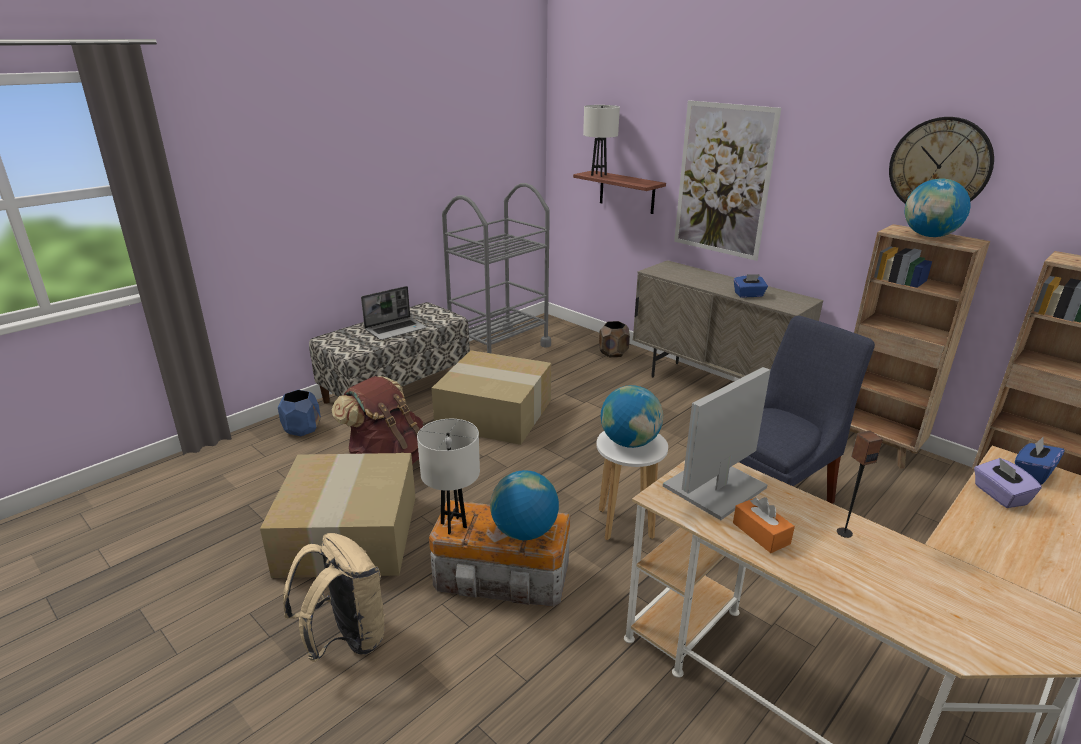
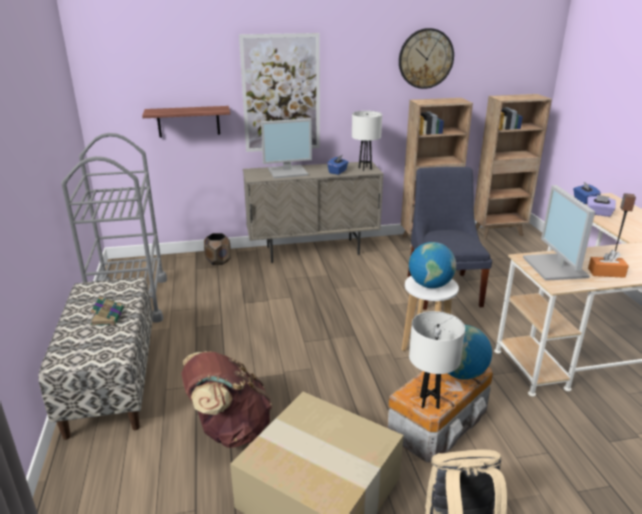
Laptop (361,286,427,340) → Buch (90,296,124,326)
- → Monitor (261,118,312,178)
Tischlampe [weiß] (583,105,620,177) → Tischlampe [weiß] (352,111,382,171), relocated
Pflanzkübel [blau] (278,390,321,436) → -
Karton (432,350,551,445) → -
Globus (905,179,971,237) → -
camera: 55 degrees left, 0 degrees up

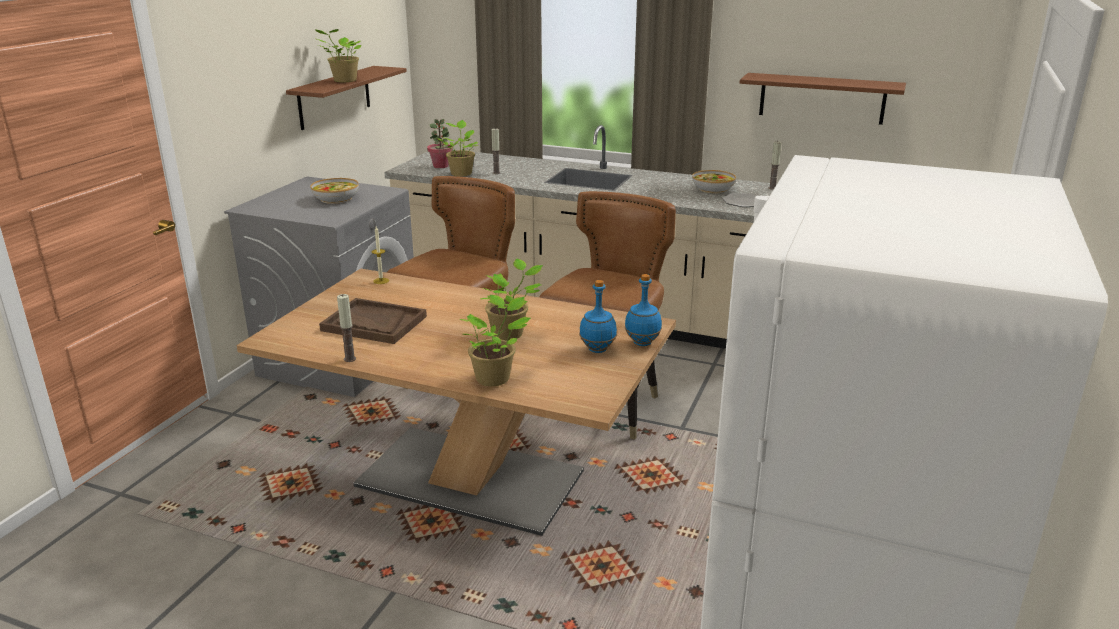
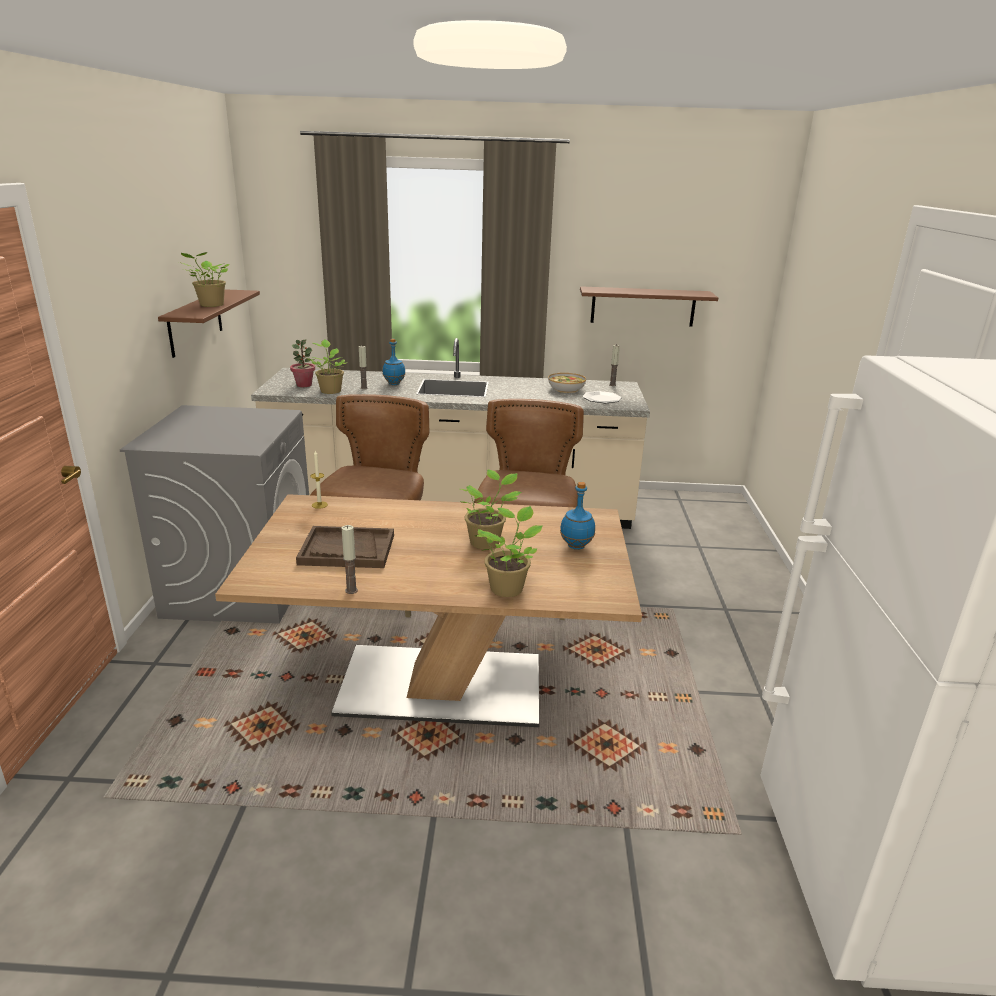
Flasche [blau] (625,274,662,346) → Flasche [blau] (382,339,406,385), relocated
Schüssel (310,178,359,204) → -
camera: 20 degrees left, 0 degrees up

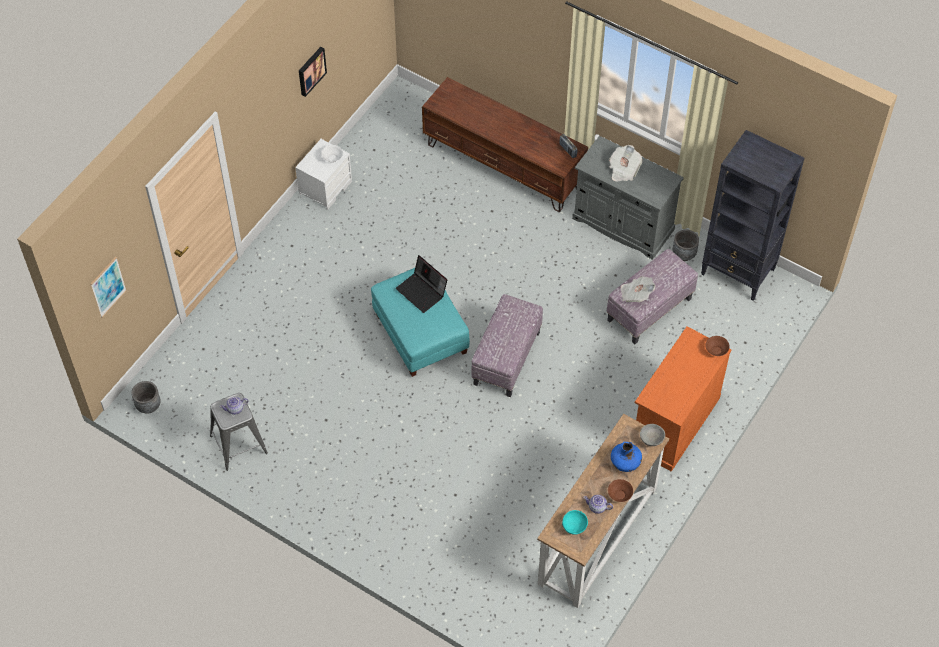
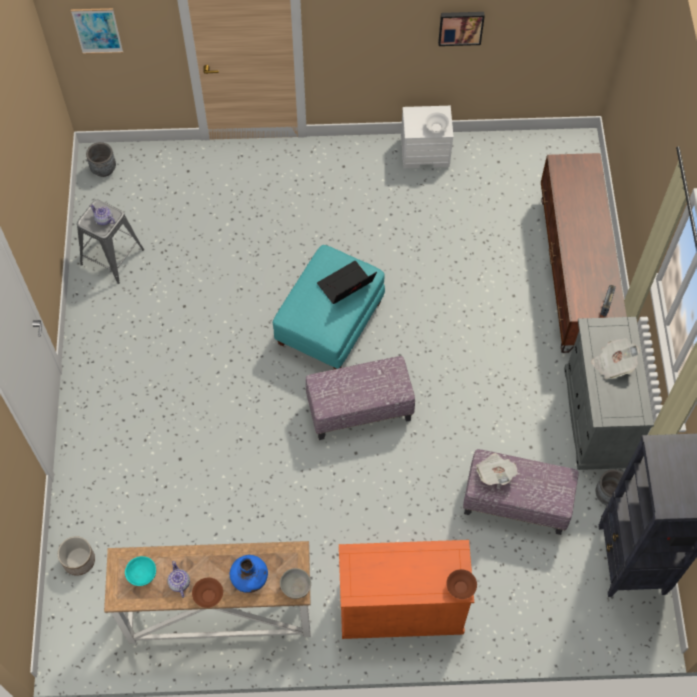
- → Pflanzkübel (58,536,95,576)
Laptop (396,255,447,313) → Laptop (317,261,377,304), 45 degrees clockwise
camera: 55 degrees right, 5 degrees up

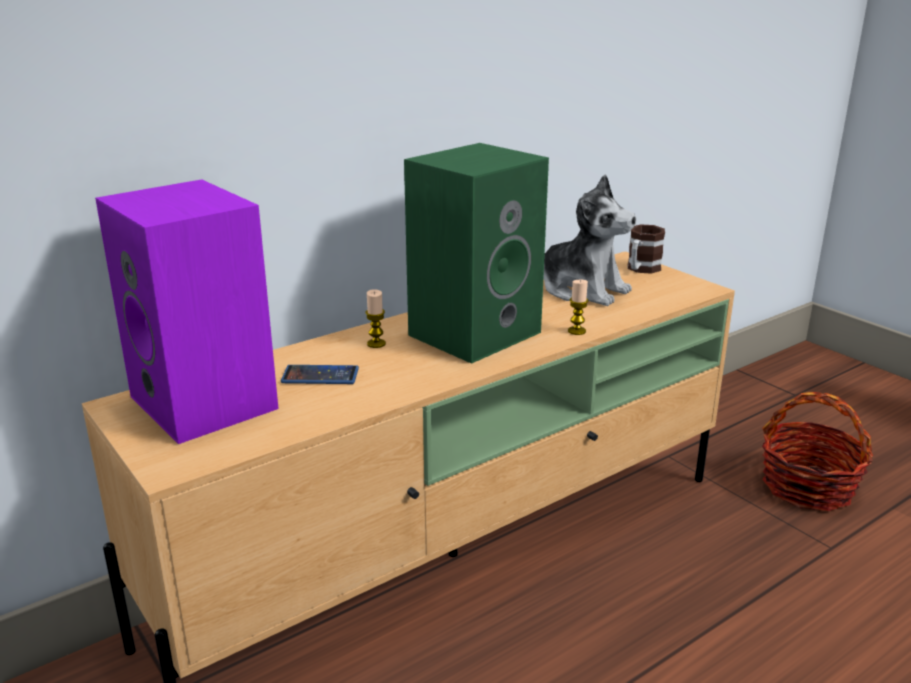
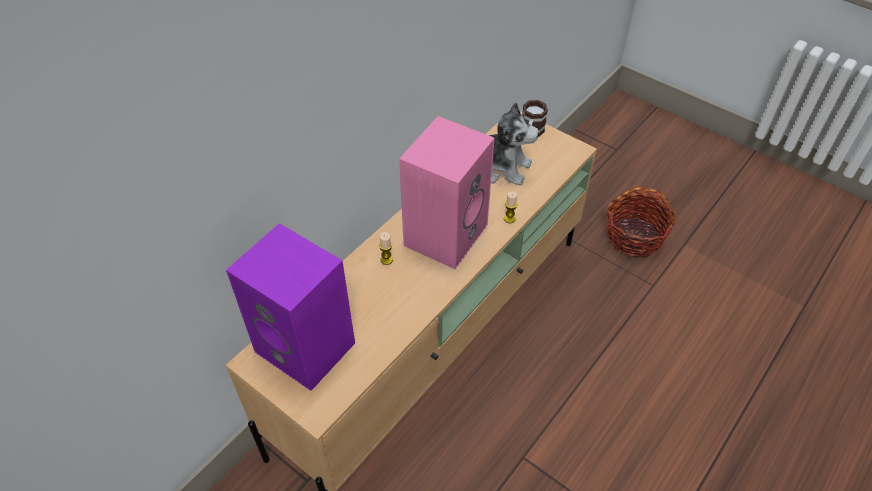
Lautsprecher [grün] (404,143,549,364) → Lautsprecher [rosa] (399,116,495,269)
Handy (281,365,359,384) → -
camera: 15 degrees left, 25 degrees up

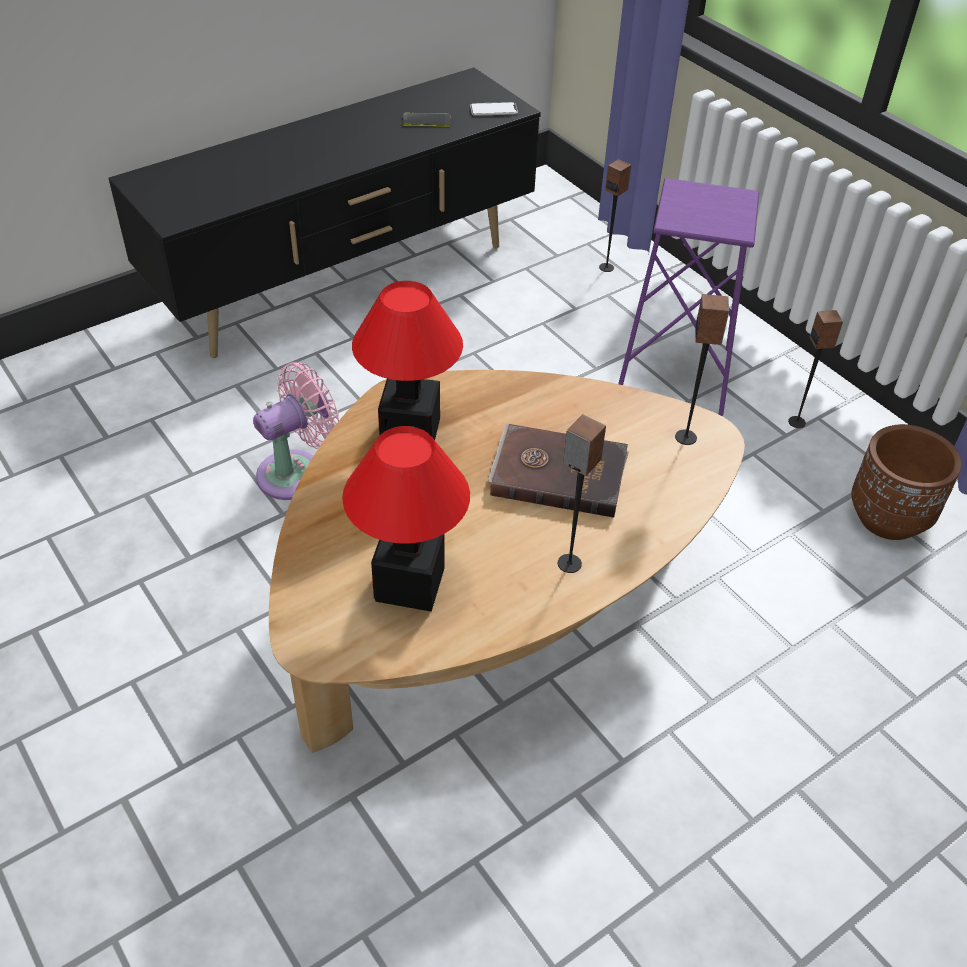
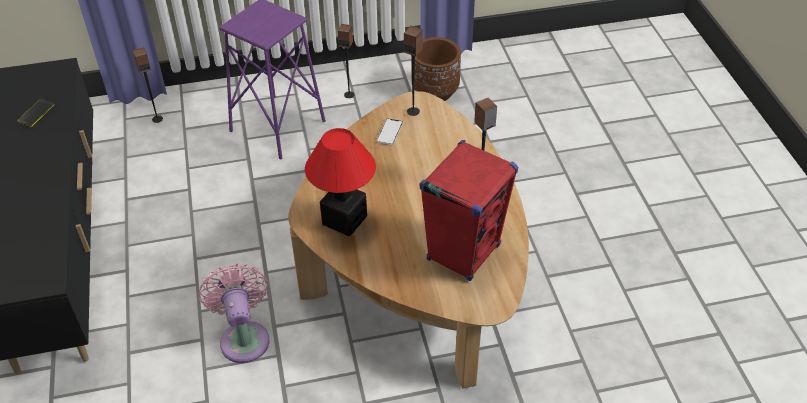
Handy (470,102,518,116) → Handy (376,118,403,145), relocated
Tischlampe (342,426,470,612) → Lautsprecher [rot] (420,140,518,281)
Buch [braun] (488,423,629,518) → -
camera: 65 degrees left, 0 degrees up

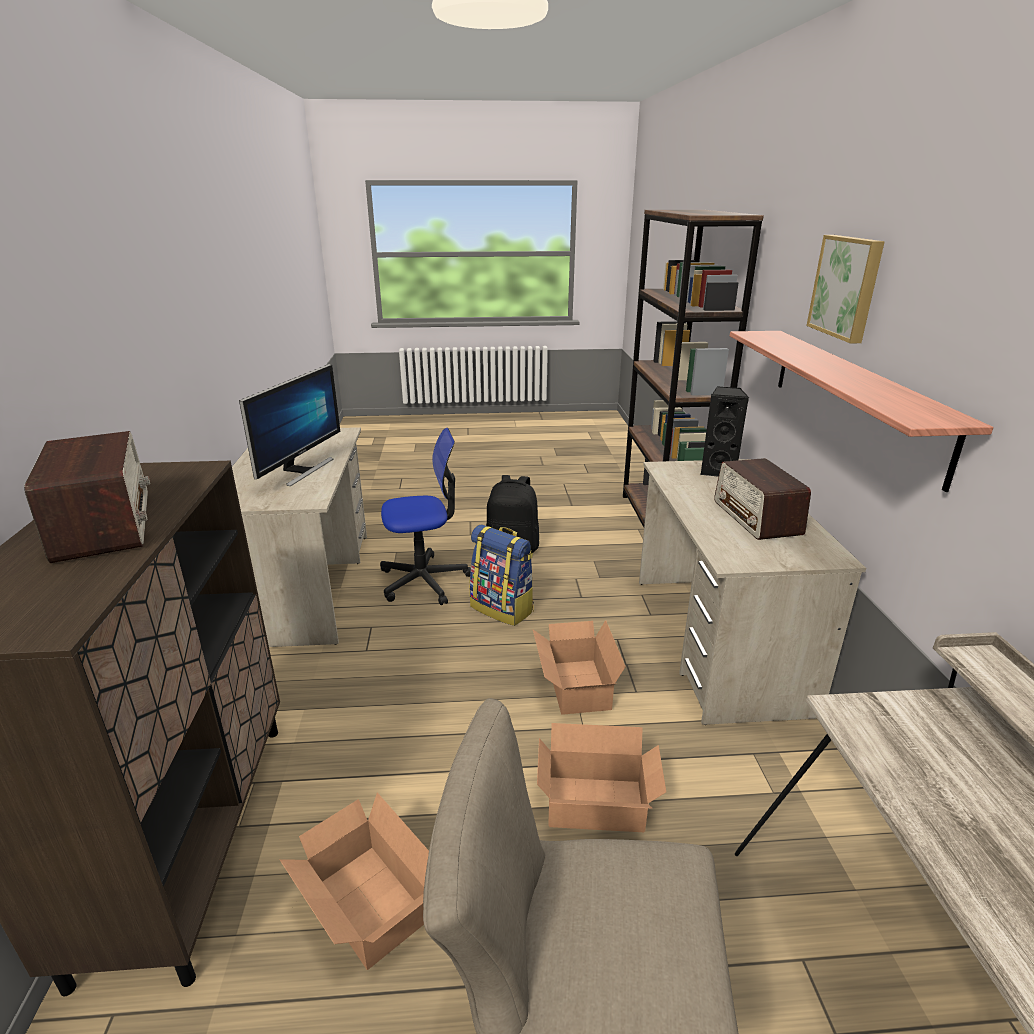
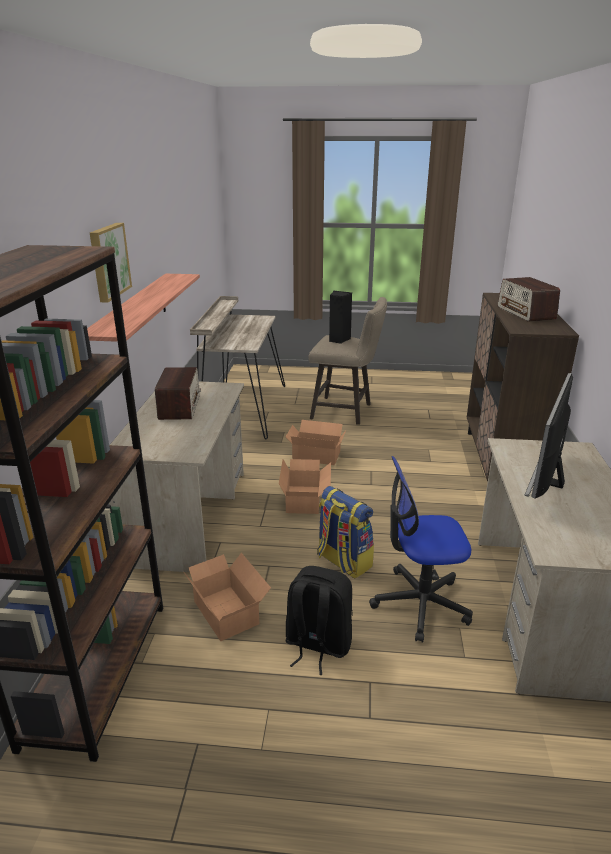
Karton (280,792,429,970) → Karton (183,553,271,641), relocated
Lautsprecher [schwarz] (700,386,749,477) → Lautsprecher [schwarz] (329,291,352,344), relocated
camera: 170 degrees left, 0 degrees up

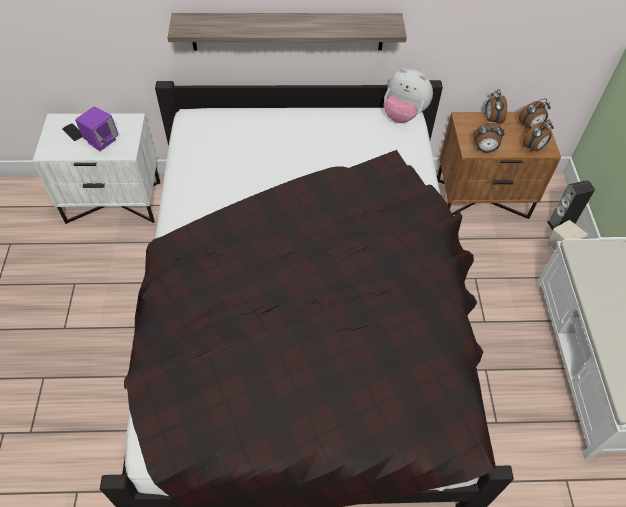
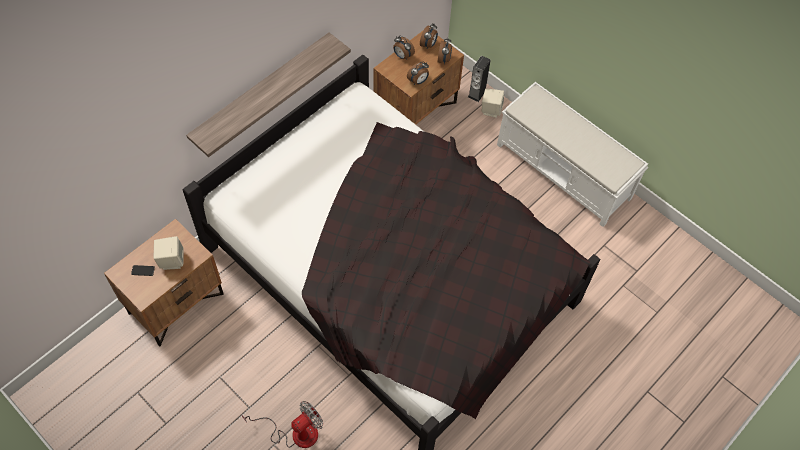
Nachttisch [weiß] (33,113,160,224) → Nachttisch [braun] (104,219,224,347)
Lautsprecher [lila] (75,107,119,151) → Lautsprecher [beige] (154,236,183,270)
- → Ventilator (241,401,323,448)
Plüschtier (384,68,433,123) → -
camera: 45 degrees left, 5 degrees up

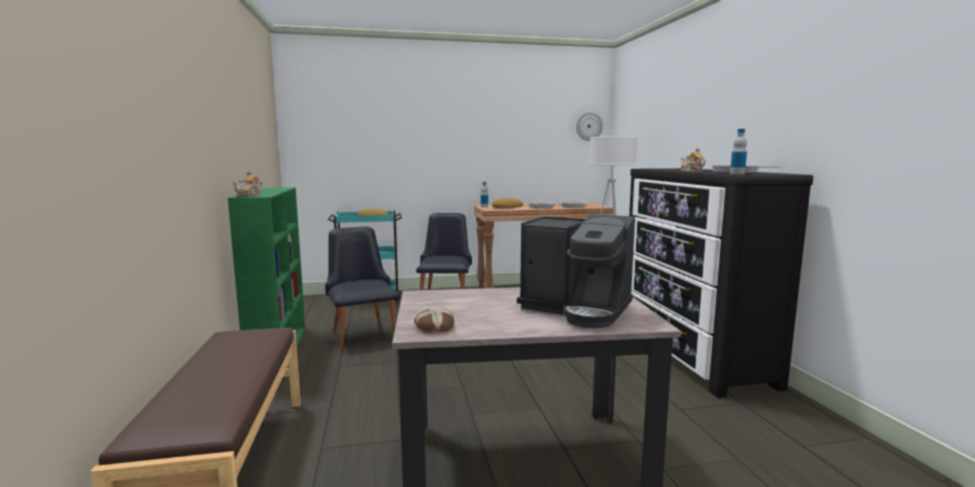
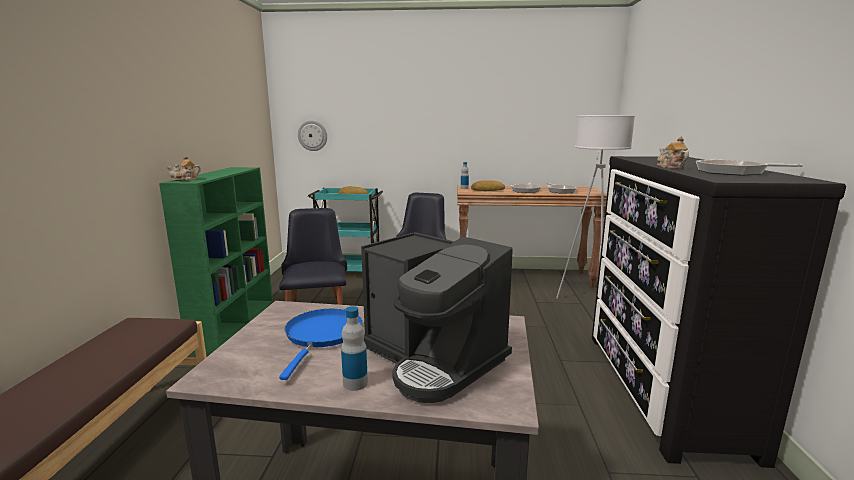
- → Pfanne [blau] (279,309,362,380)
Wanduhr (576,112,603,141) → Wanduhr (298,120,327,151), relocated
Flasche (730,129,747,174) → Flasche (341,306,368,391), relocated
Brot (414,308,454,333) → -
camera: 15 degrees right, 5 degrees up

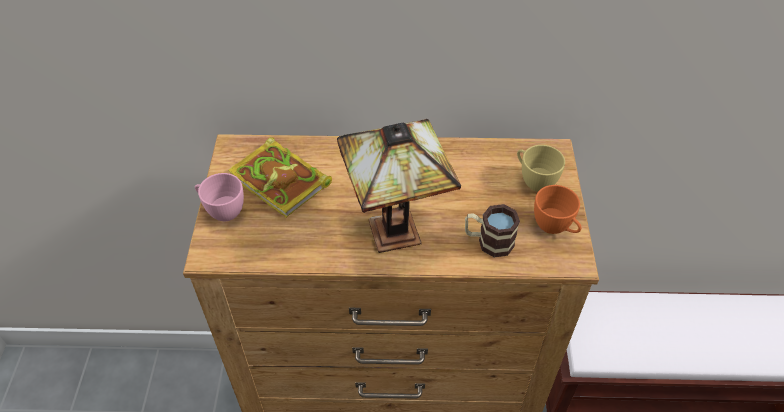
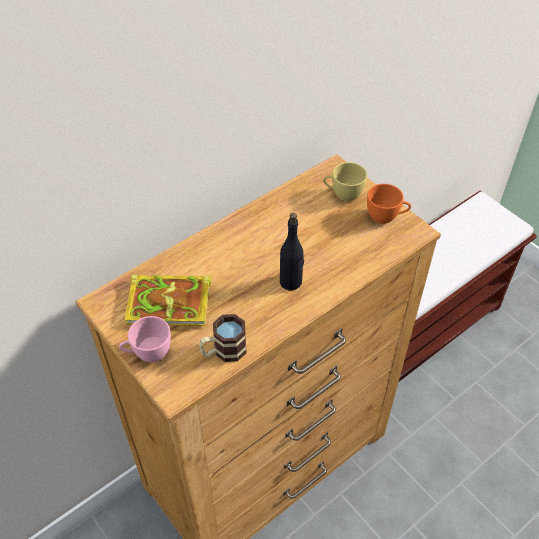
Henkelbecher (465,204,520,258) → Henkelbecher (199,314,246,362), relocated
Tischlampe (337,119,461,253) → Flasche [schwarz] (280,213,304,290)
camera: 40 degrees left, 0 degrees up

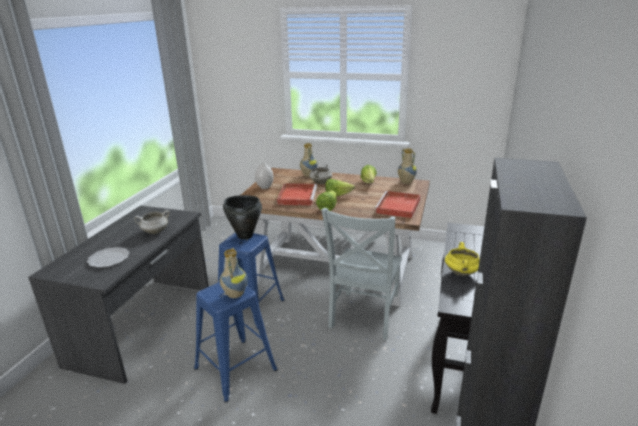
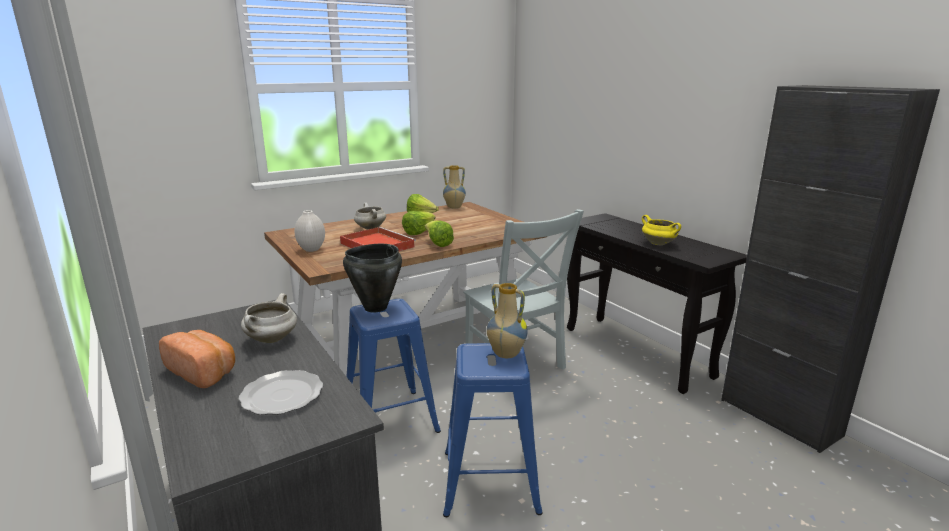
- → Brot (159,330,235,388)
Vase (300,143,318,177) → -
Tablett [rot] (374,191,420,218) → -
camera: 50 degrees left, 5 degrees down

